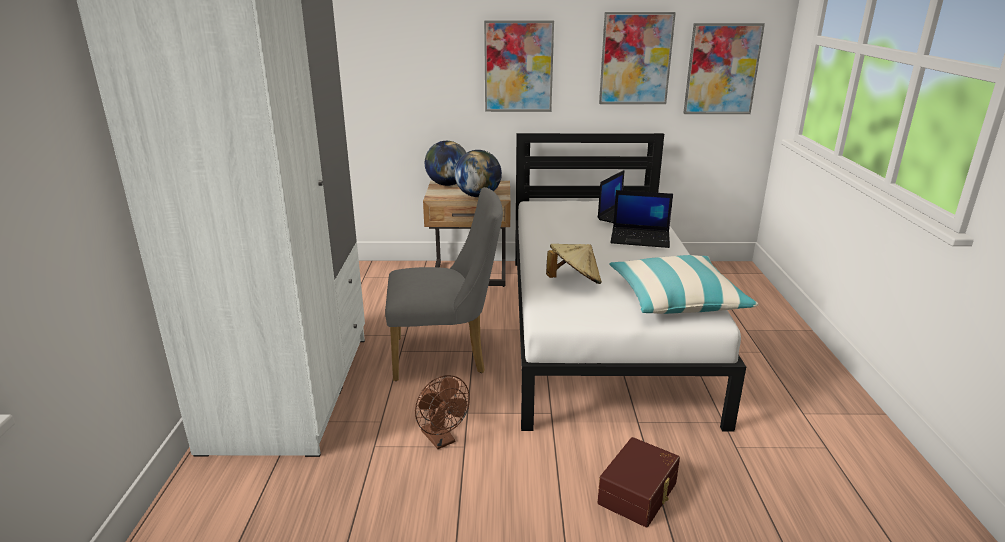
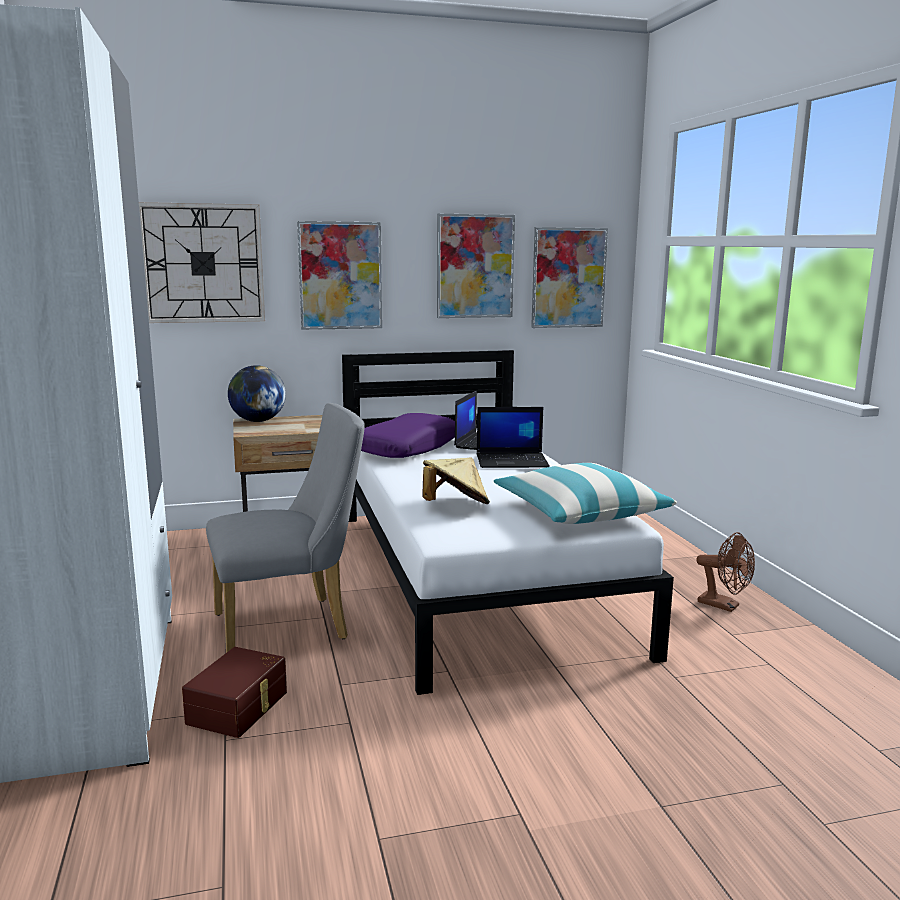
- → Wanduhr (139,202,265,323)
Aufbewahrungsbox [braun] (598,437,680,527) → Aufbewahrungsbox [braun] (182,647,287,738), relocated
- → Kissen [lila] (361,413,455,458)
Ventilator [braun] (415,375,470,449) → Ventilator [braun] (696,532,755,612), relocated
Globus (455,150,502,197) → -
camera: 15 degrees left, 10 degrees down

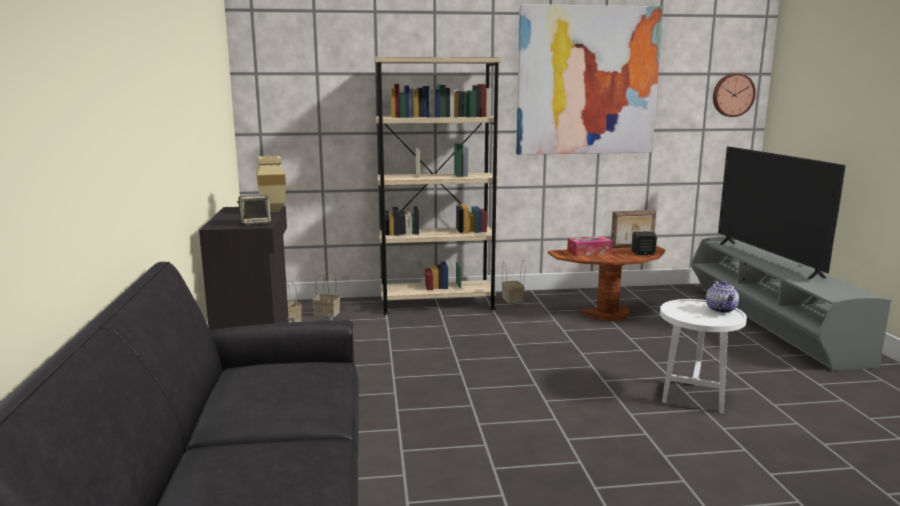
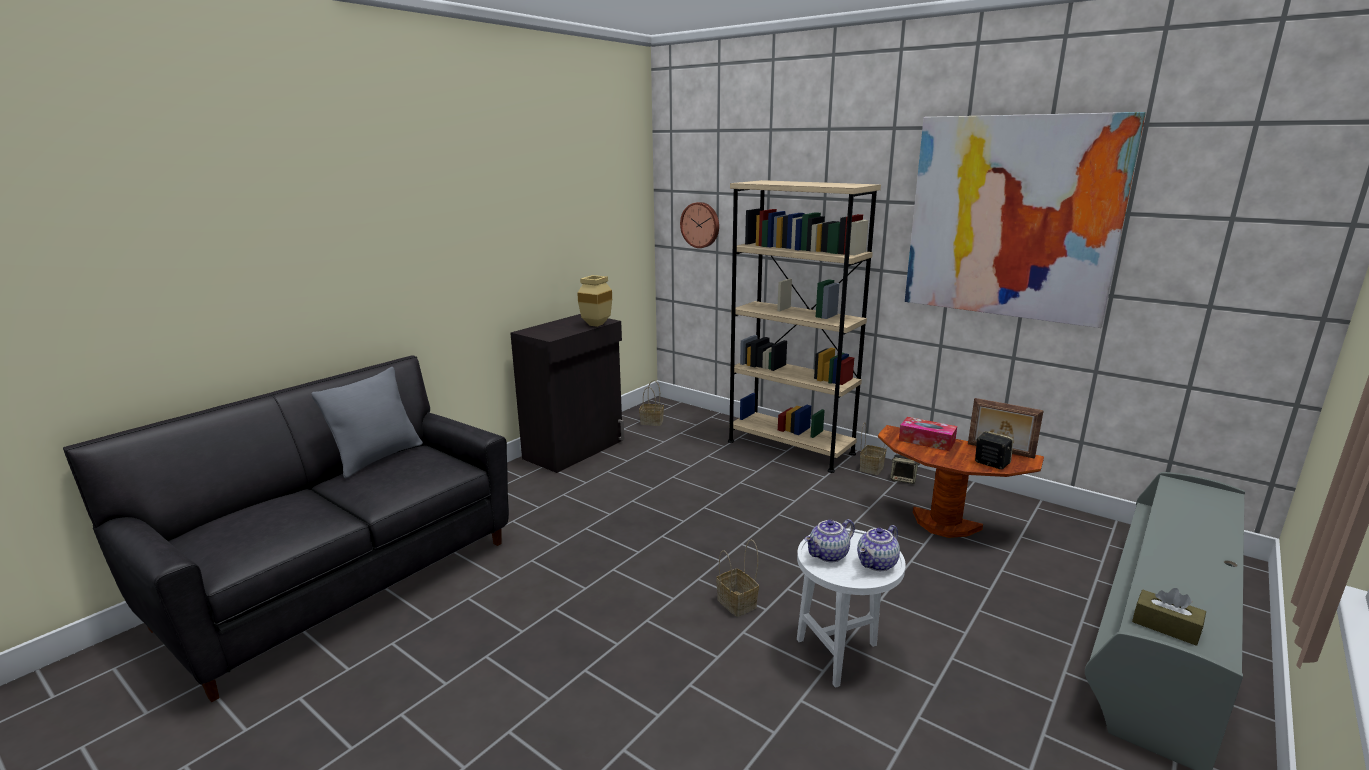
- → Kissen [grau] (311,367,423,479)
Wanduhr (713,73,756,117) → Wanduhr (680,202,719,248), relocated
Korb (312,269,340,317) → Korb (716,540,759,617), relocated
- → Teekanne (804,519,855,562)
Lautsprecher (237,195,271,225) → Lautsprecher (890,454,920,484), relocated
- → Taschentuchbox [braun] (1132,588,1206,646)
Fernseher (718,147,846,279) → -
camera: 45 degrees right, 5 degrees up

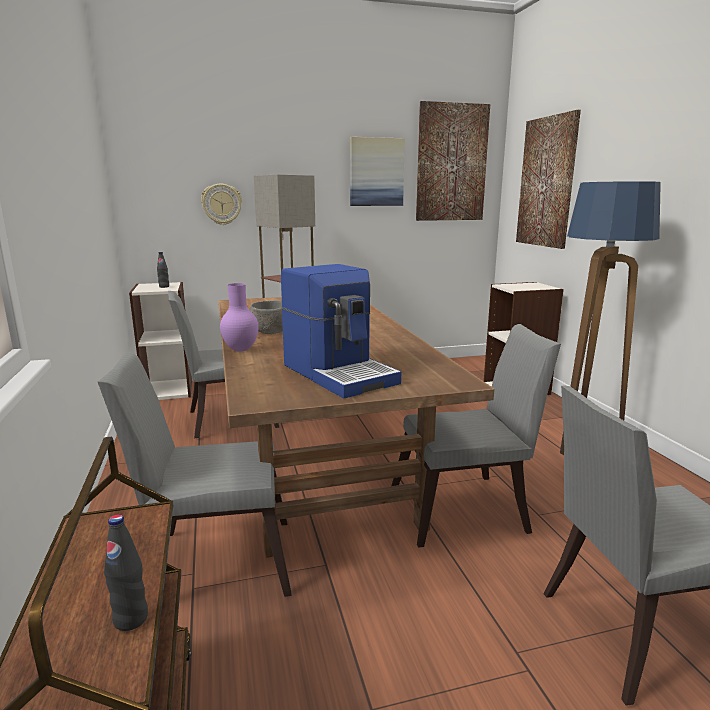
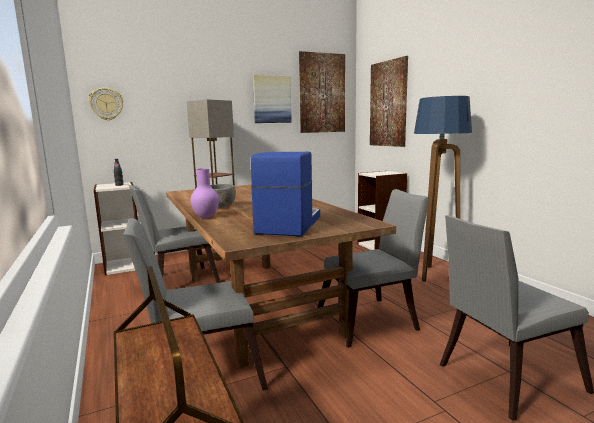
Wanduhr (201,184,242,225) → Wanduhr (88,88,123,120), relocated
Kaffeemaschine (281,264,401,398) → Kaffeemaschine (251,152,320,236), 120 degrees counterclockwise
Flasche [schwarz] (104,515,148,631) → -
camera: 10 degrees left, 5 degrees down

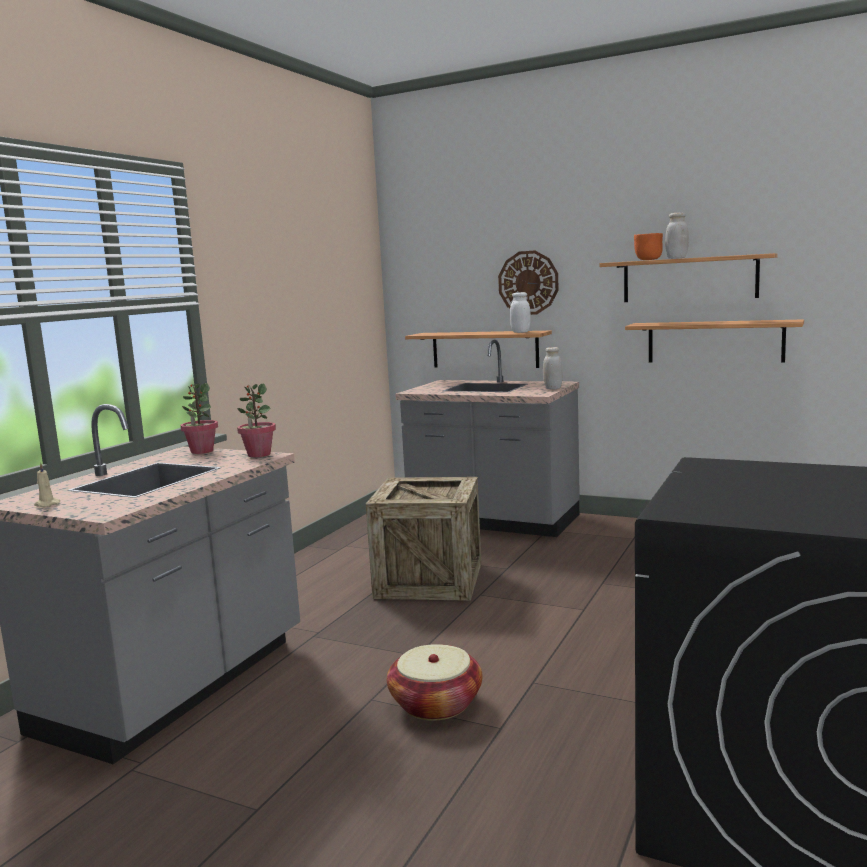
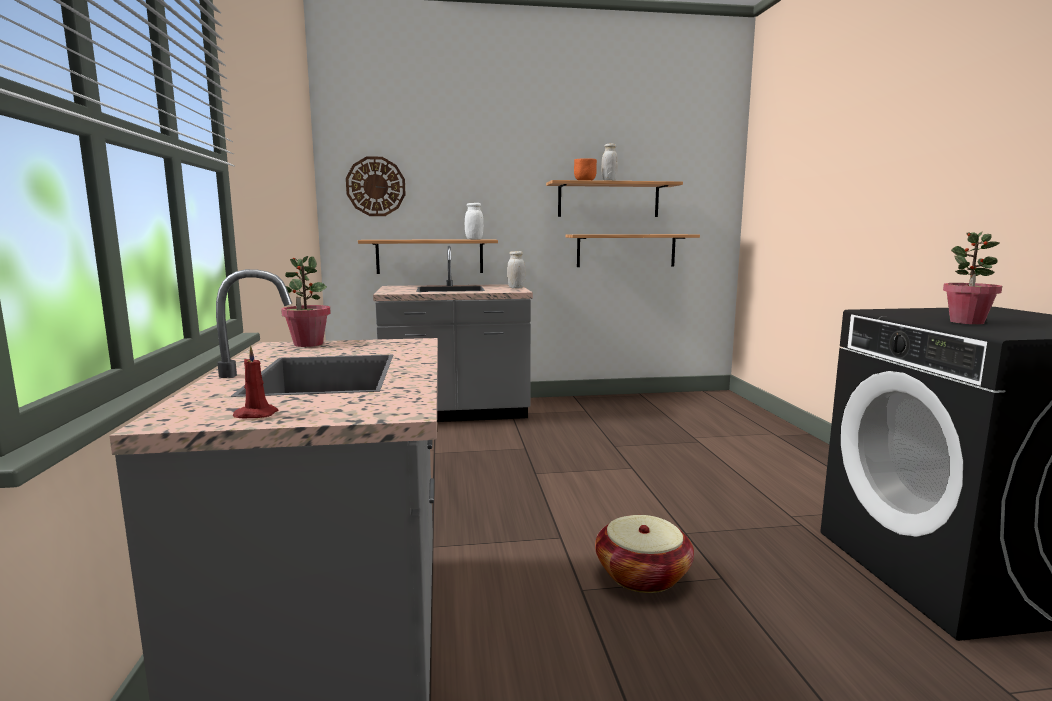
Kerze [beige] (34,463,60,507) → Kerze [rot] (233,346,278,418)
Wanduhr (498,251,559,315) → Wanduhr (346,156,406,216), relocated
Topfpflanze (237,383,276,457) → Topfpflanze (943,232,1002,324), relocated
Kiste (366,477,481,601) → -
camera: 35 degrees left, 0 degrees up

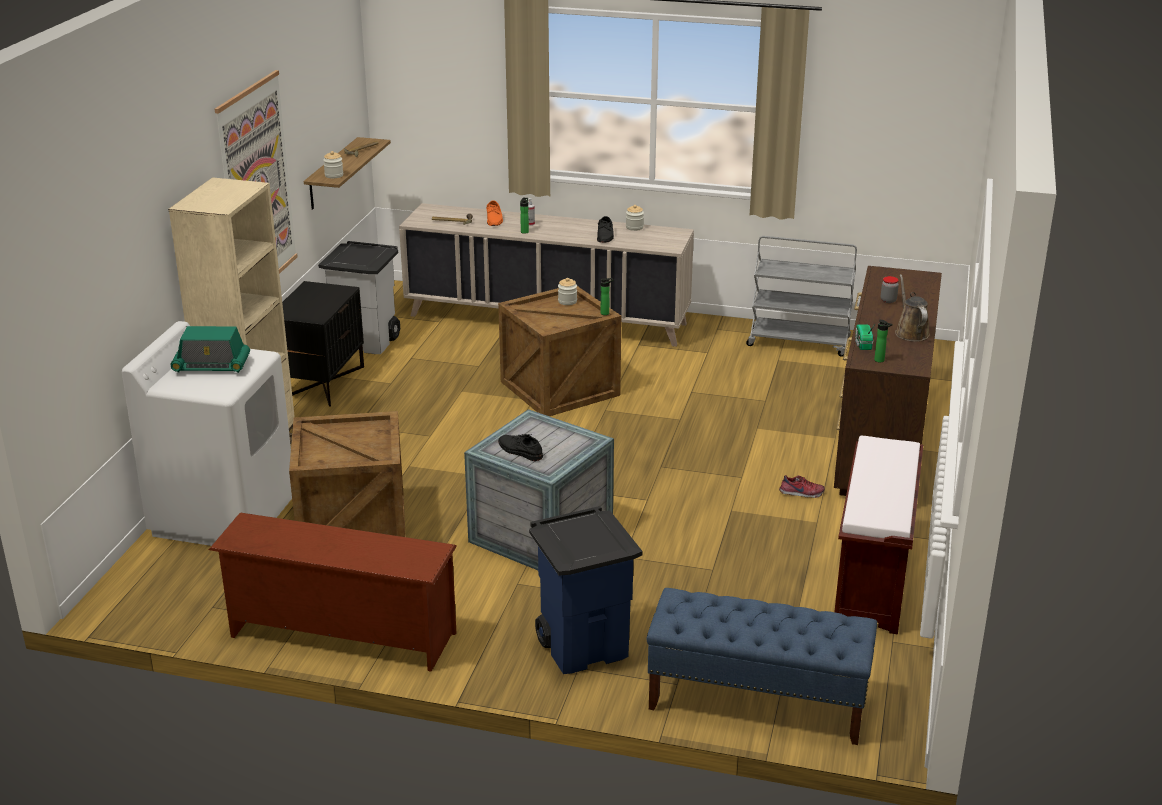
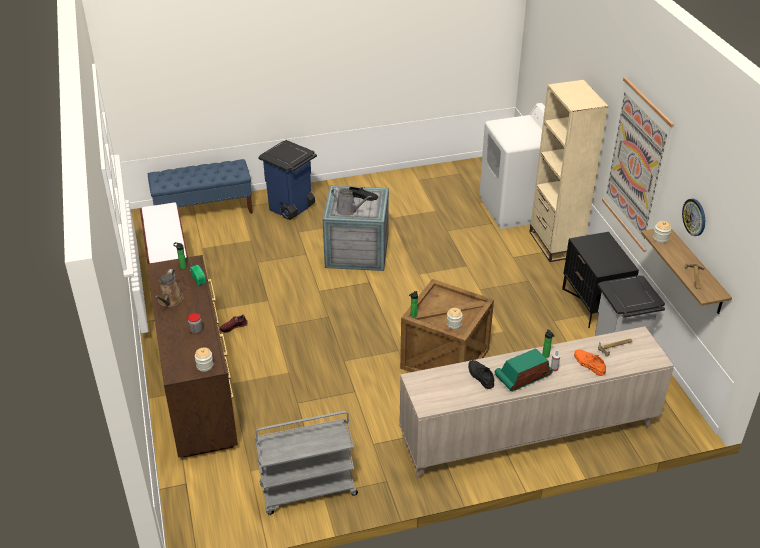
Gießkanne [braun] (895,274,930,342) → Gießkanne [braun] (155,269,184,307), 45 degrees clockwise
Vorratsglas (626,205,644,231) → Vorratsglas (195,348,213,372), relocated
- → Gießkanne [grau] (331,188,372,216)
Radio (171,326,250,373) → Radio (495,348,553,392), relocated
- → Wanduhr (682,199,705,236)
Schuhregal [braun] (209,512,457,672) → -
Kiste (289,411,406,537) → -
camera: 150 degrees right, 10 degrees up

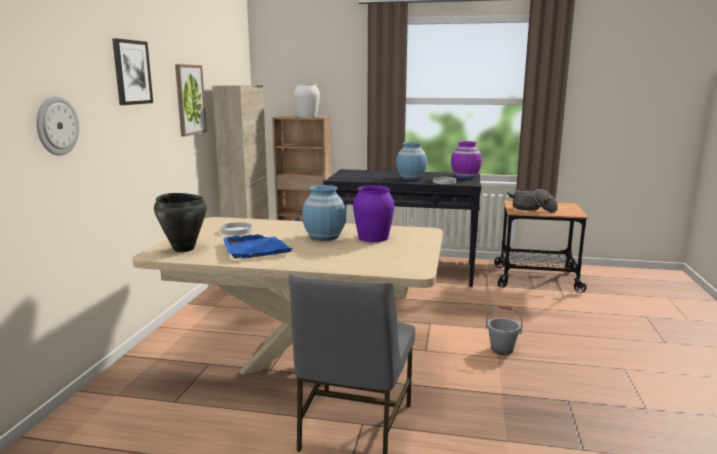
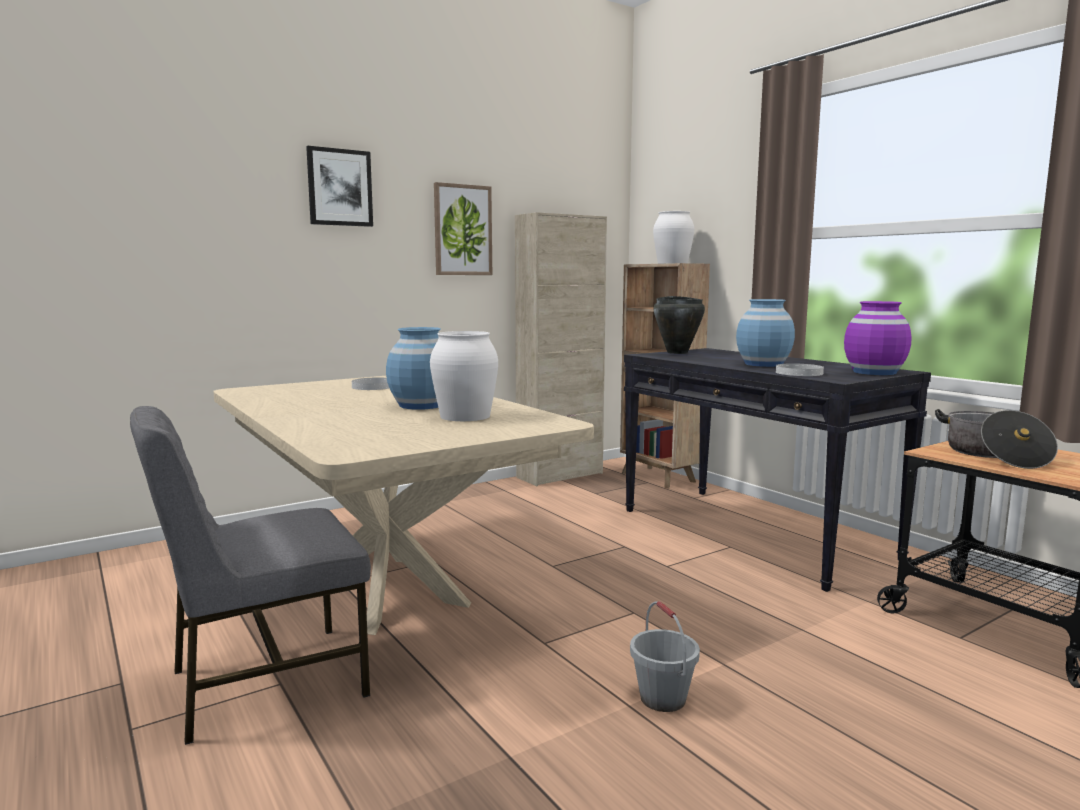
Vase [lila] (353,185,394,242) → Vase [weiß] (430,331,498,421)
Kochtopf [schwarz] (154,193,207,252) → Kochtopf [schwarz] (653,296,705,354), relocated
Wanduhr (36,96,79,156) → -
Tablett [blau] (223,234,294,259) → -
camera: 45 degrees right, 5 degrees down

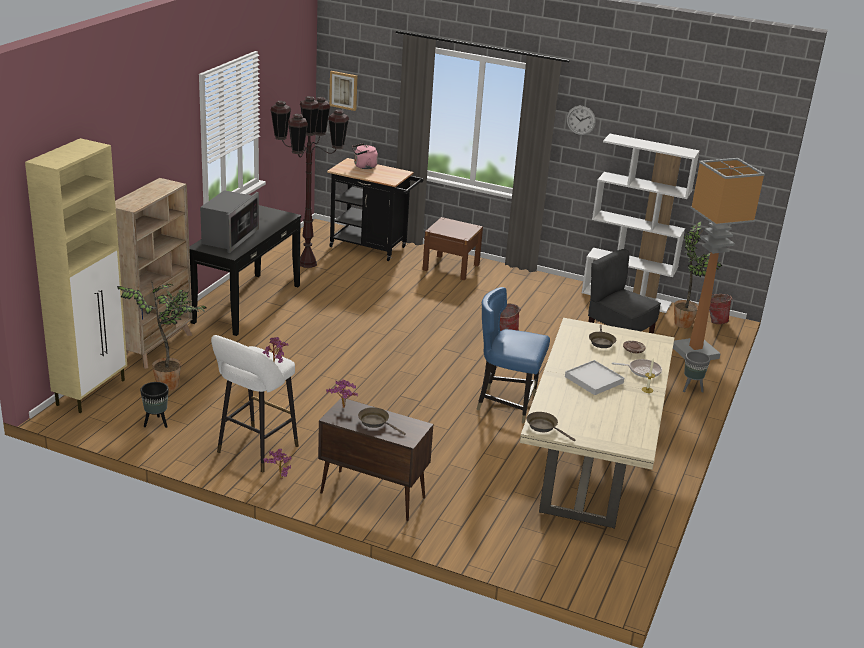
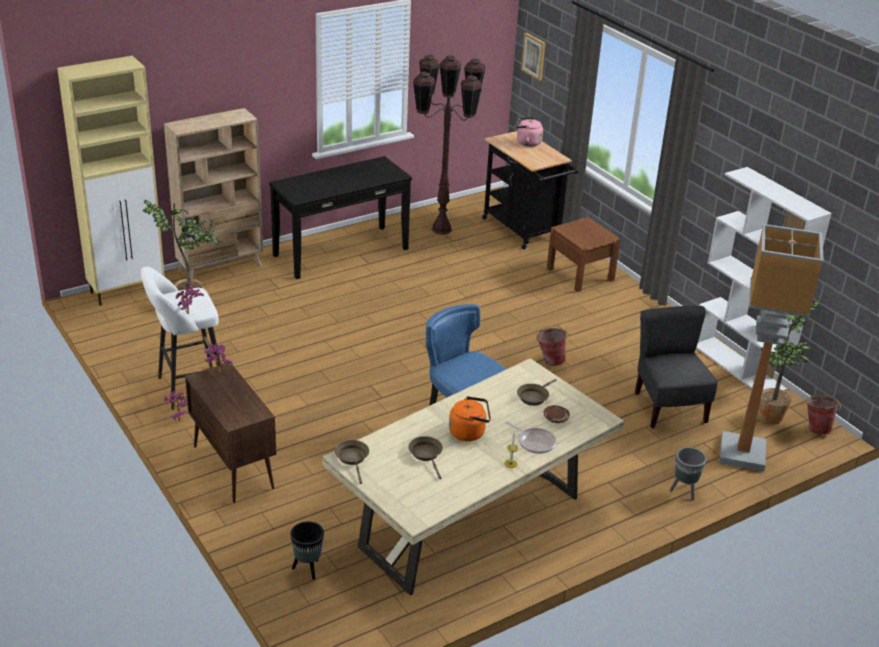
Pflanzkübel [schwarz] (140,382,169,428) → Pflanzkübel [schwarz] (290,521,324,580), relocated
Pfanne [braun] (358,407,406,435) → Pfanne [braun] (409,436,443,479), relocated
Tablett [weiß] (565,360,624,395) → Wasserkessel [orange] (449,396,491,441)
Mikrowelle (200,190,259,253) → -
Wanduhr (566,106,596,135) → -
camera: 35 degrees right, 5 degrees up

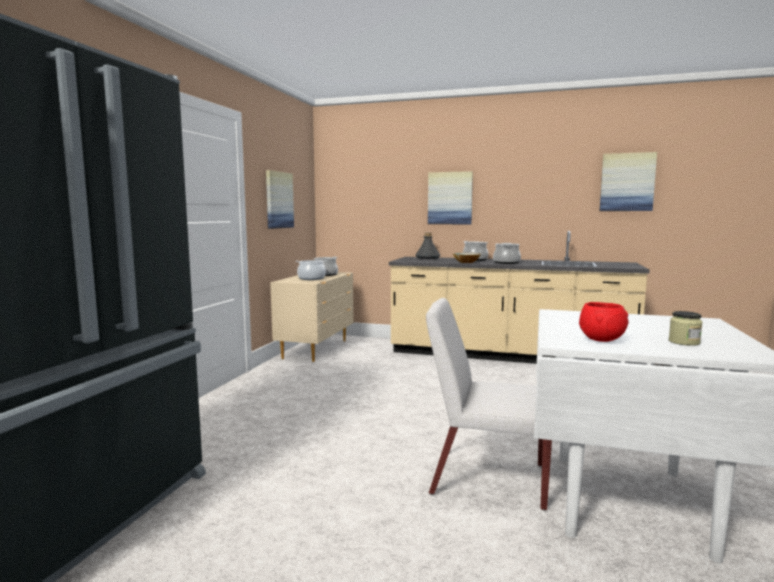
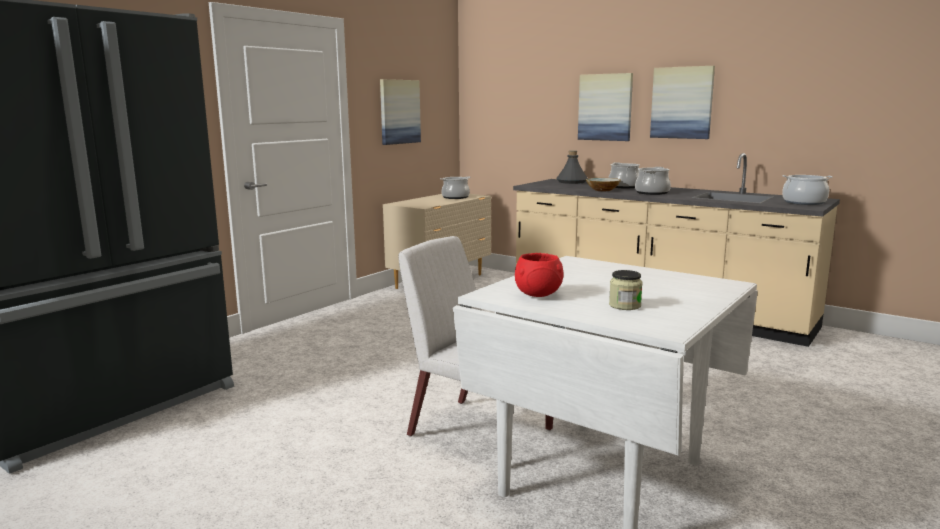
Bild (600,152,657,211) → Bild (650,66,715,139), relocated
Kochtopf (296,260,327,280) → Kochtopf (782,175,833,205), relocated
camera: 20 degrees right, 5 degrees up

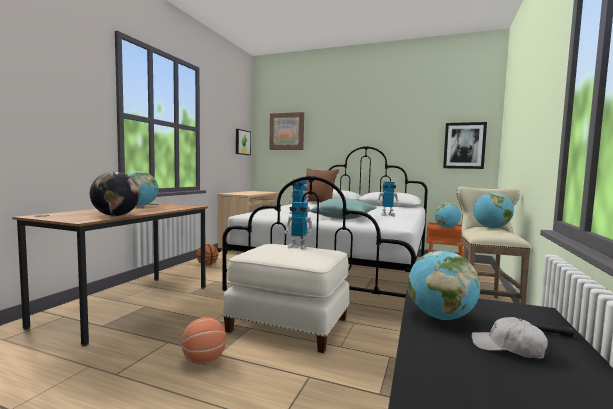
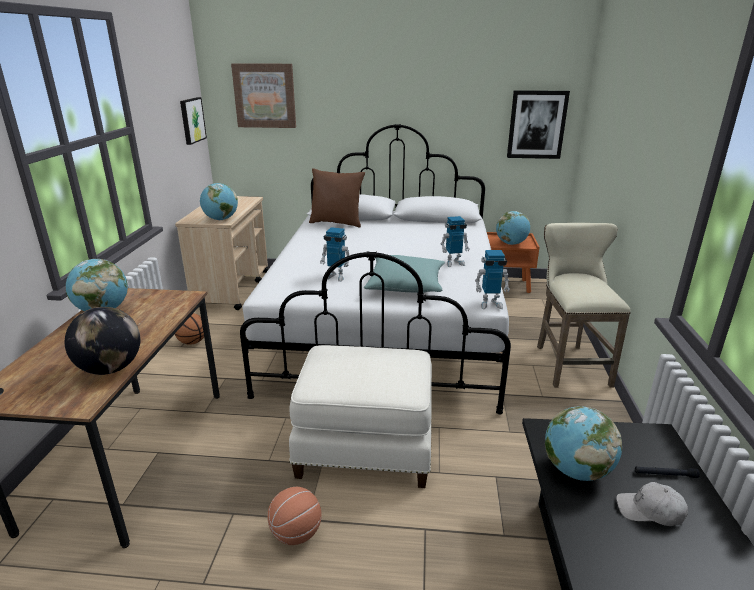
Globus (473,192,514,229) → Globus (200,183,238,220), relocated
Spielzeugroboter (284,202,313,250) → Spielzeugroboter (475,250,510,309), relocated
camera: 15 degrees left, 20 degrees up

